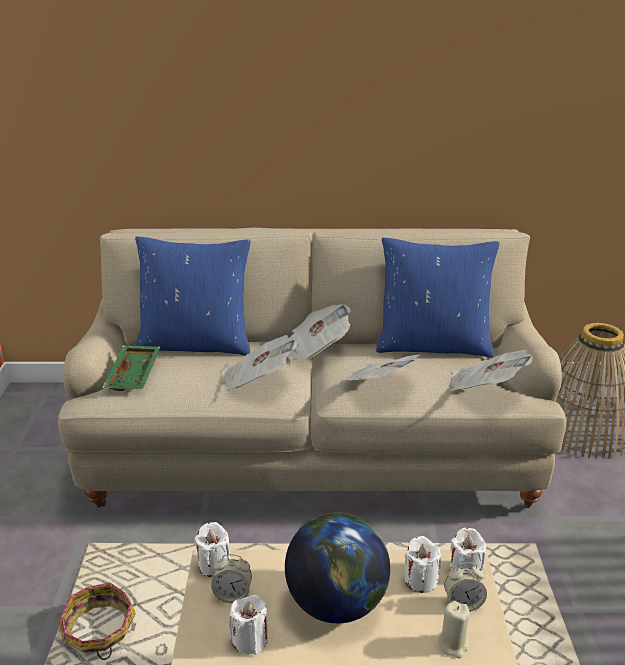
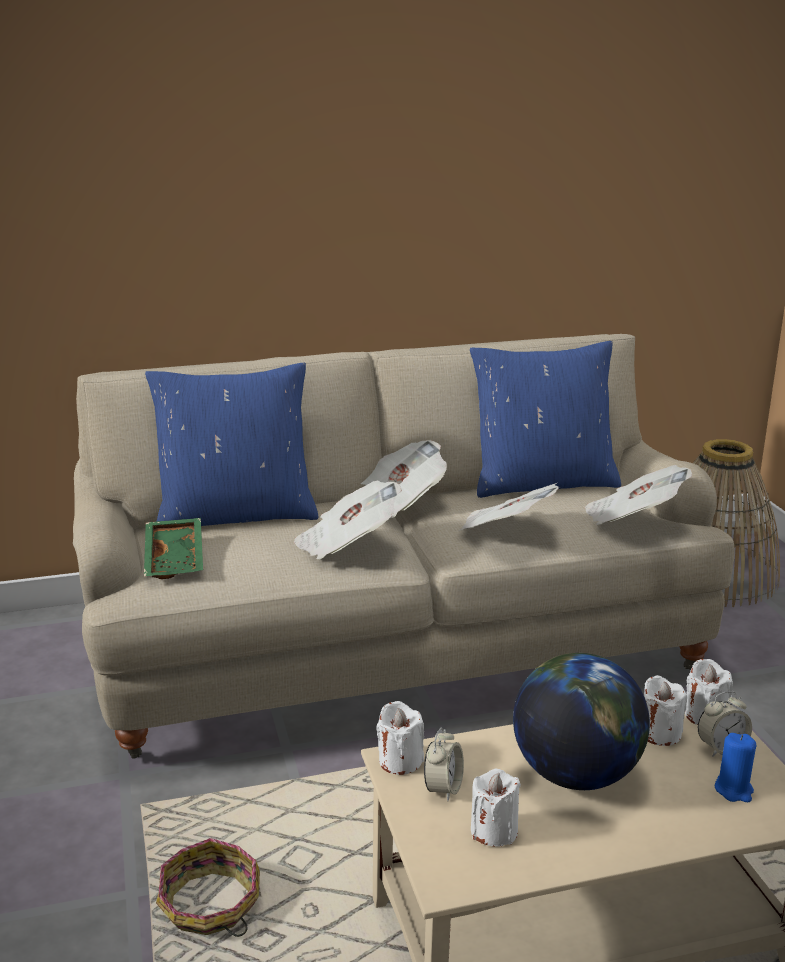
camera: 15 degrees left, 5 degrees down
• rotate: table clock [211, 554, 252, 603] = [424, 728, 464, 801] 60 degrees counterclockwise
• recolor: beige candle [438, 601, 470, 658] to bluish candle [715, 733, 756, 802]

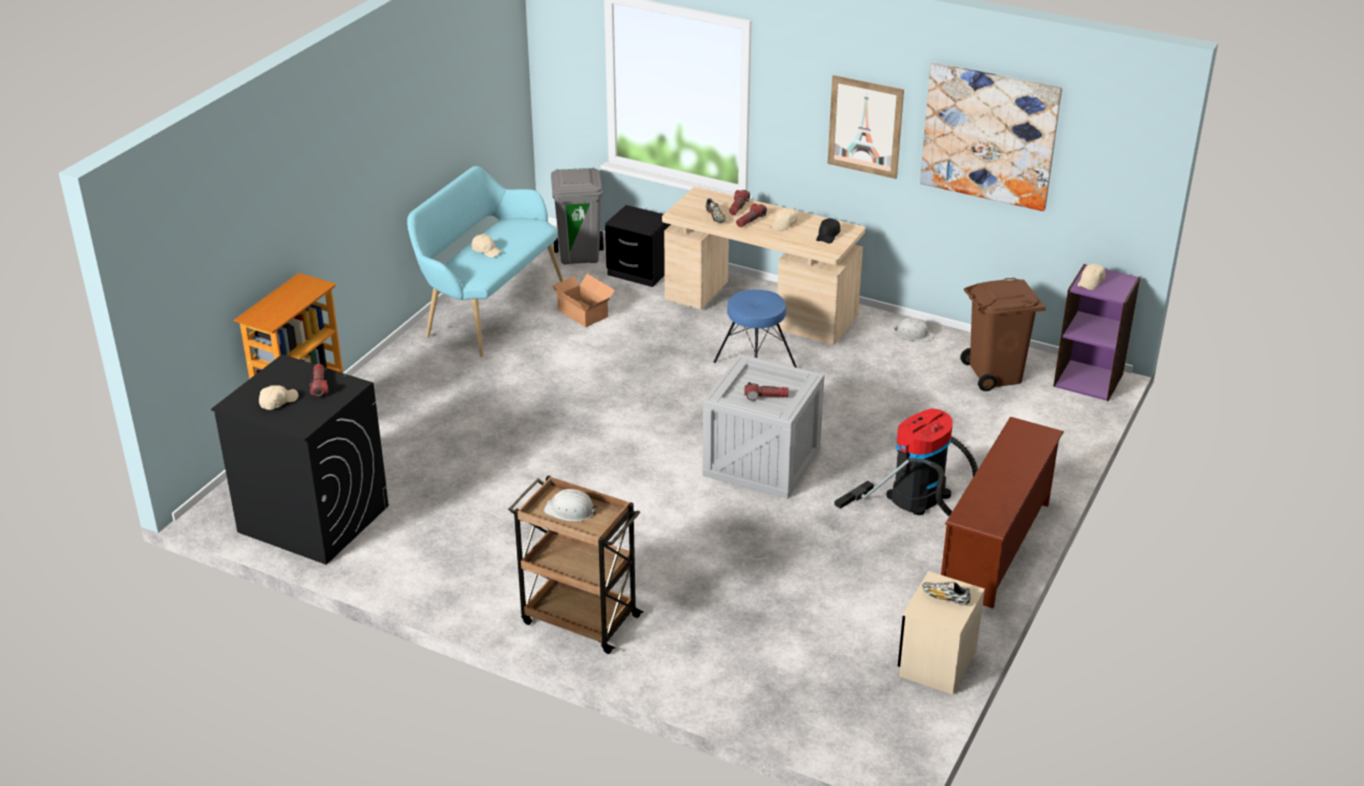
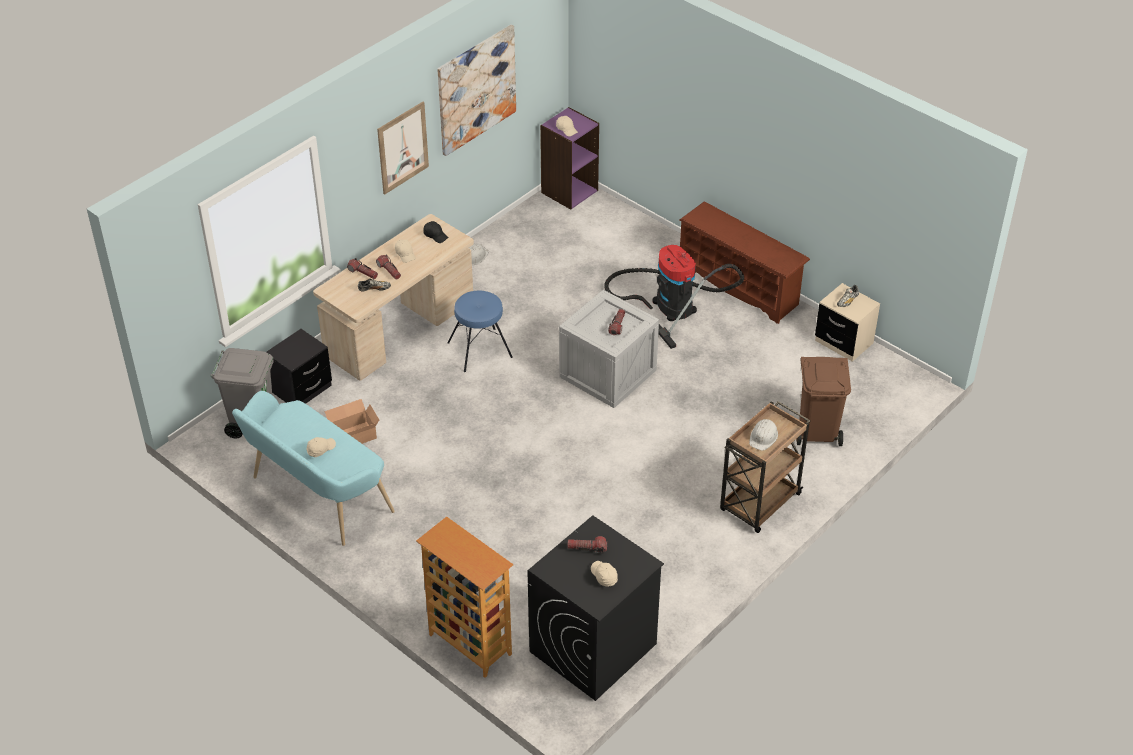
camera: 75 degrees left, 10 degrees up
• move: brown waste bin [960, 278, 1046, 391] to [796, 357, 851, 446]

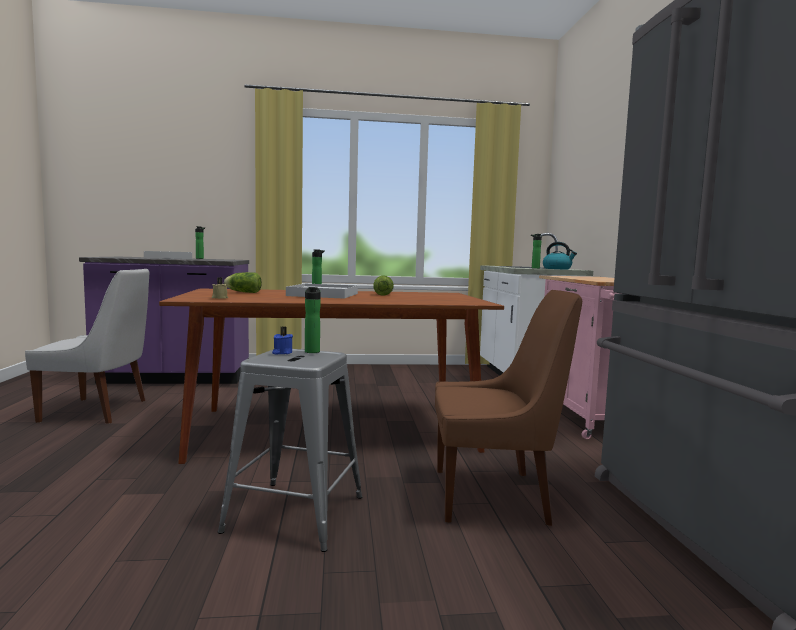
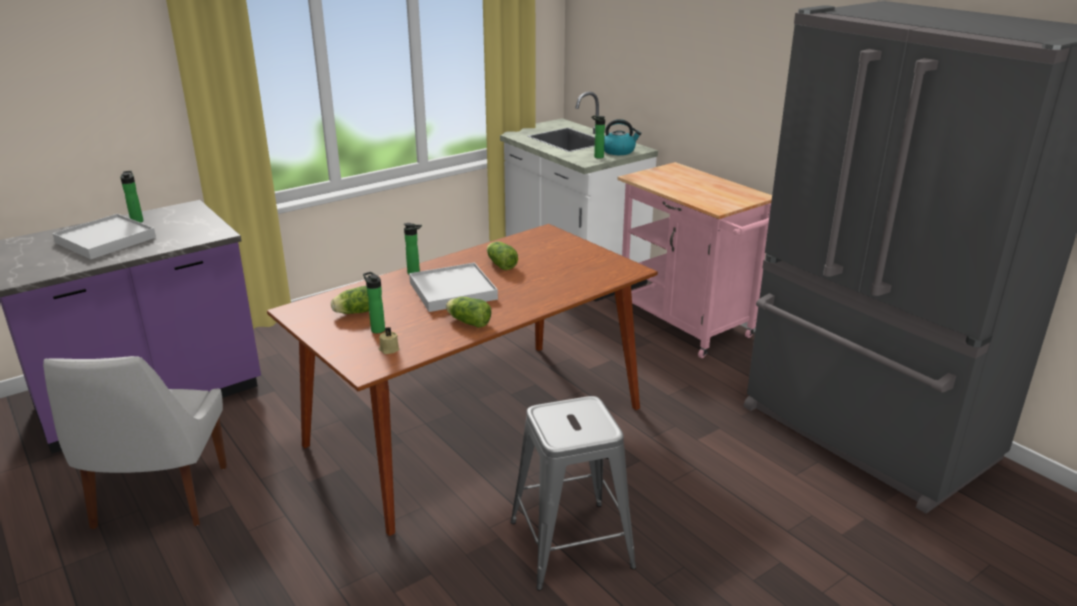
camera: 30 degrees left, 20 degrees up
• rotate: white chair [25, 269, 149, 424] = [43, 356, 227, 529] 120 degrees clockwise
• delete: bluish candle [272, 326, 293, 355]
• move: drink bottle [305, 287, 321, 353] to [363, 272, 385, 333]
• delete: brown chair [435, 290, 582, 526]
• insert: lettuce [446, 297, 492, 328]

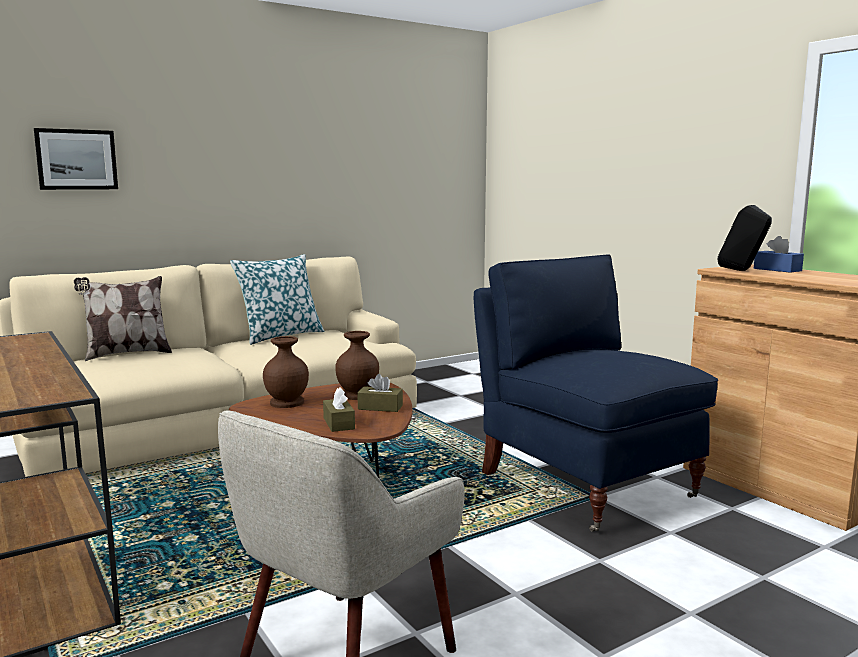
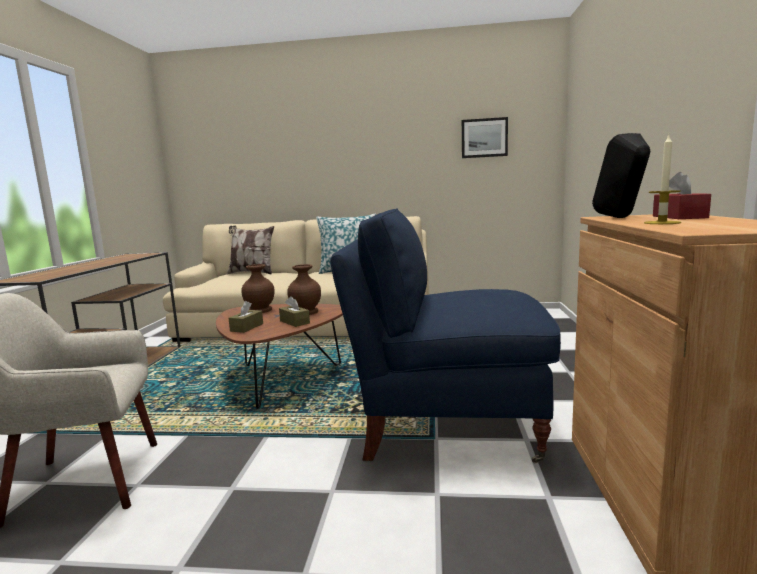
camera: 40 degrees right, 0 degrees up
• move: picture [34, 128, 118, 190] to [462, 117, 508, 158]
• rotate: bluish lounge chair [474, 254, 718, 532] = [330, 208, 561, 463] 90 degrees counterclockwise
• recolor: bluish box of tissues [754, 236, 804, 273] to red box of tissues [653, 172, 711, 219]
• insert: candle [644, 135, 681, 224]

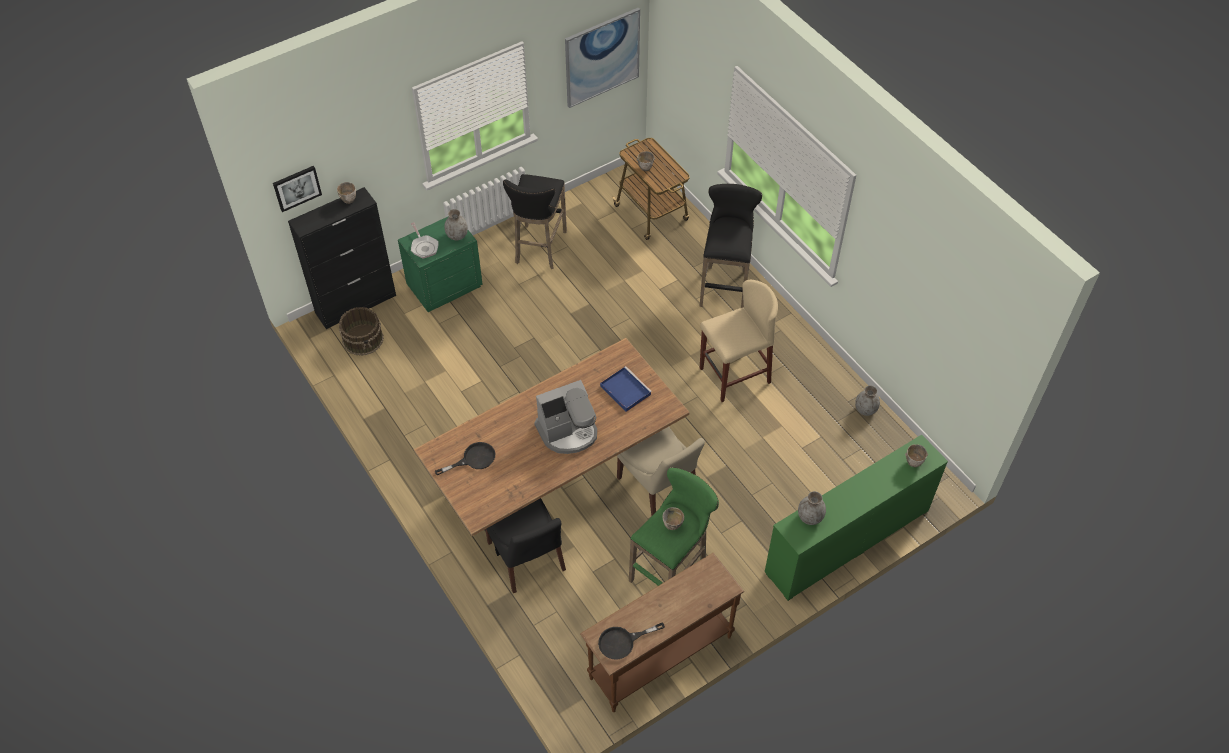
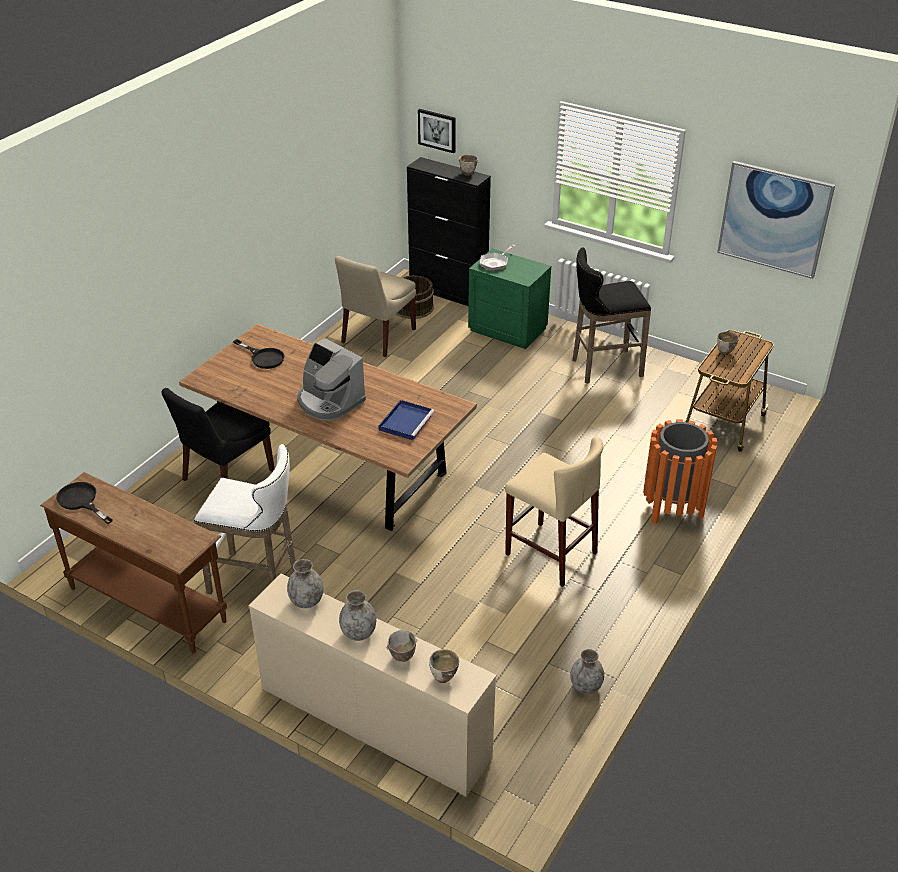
camera: 65 degrees right, 15 degrees down
• move: grey flower vase [444, 209, 468, 240] to [339, 590, 376, 641]
• move: beige chair [617, 427, 705, 516] to [335, 256, 416, 357]
• recolor: green sitting stool [629, 467, 719, 586] to white sitting stool [194, 444, 296, 594]
• move: deep dish [663, 507, 684, 530] to [386, 630, 418, 662]
• replace: blackish sitting stool [699, 184, 762, 308] to orange-coloured waste bin [643, 419, 717, 524]
• recolor: green dresser [765, 435, 948, 601] to beige dresser [248, 574, 497, 797]

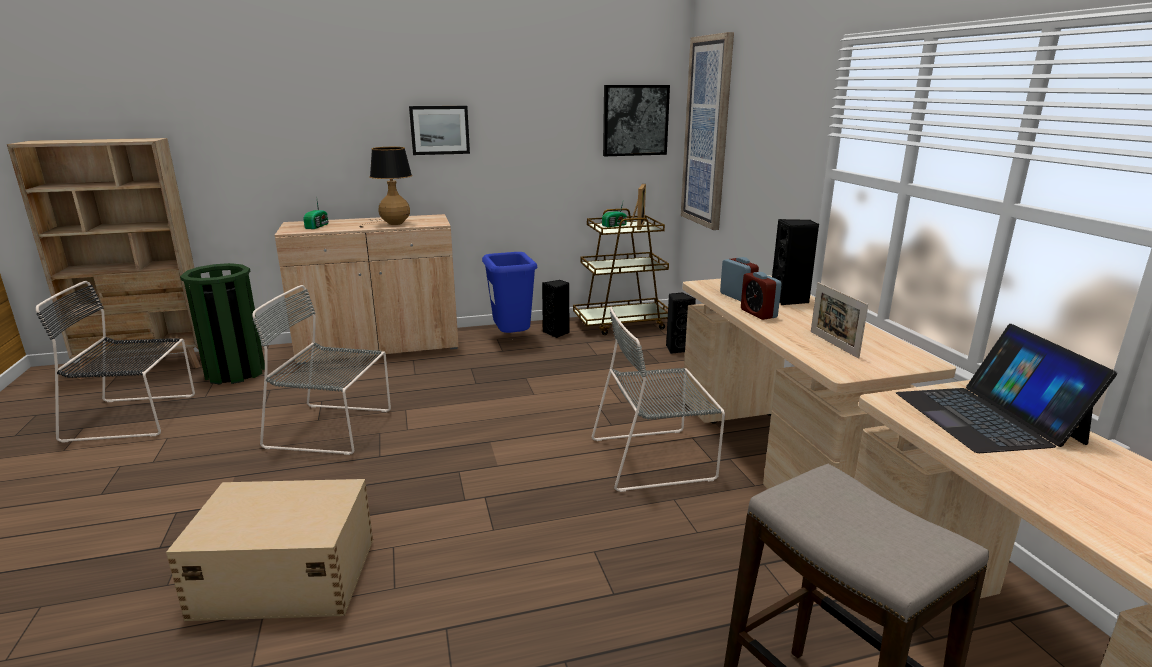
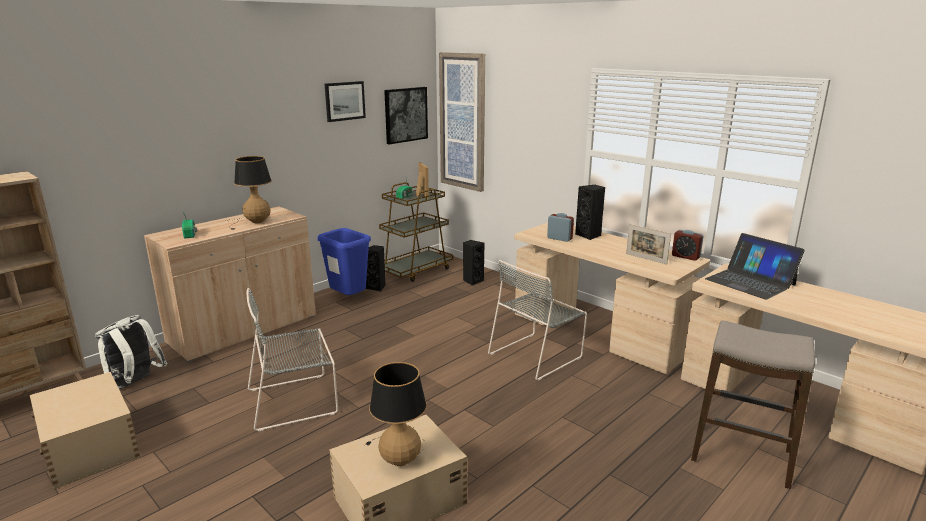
camera: 30 degrees left, 0 degrees up
• replace: blackish chair [36, 281, 195, 443] to beige storage bin [30, 372, 140, 489]
• replace: green waste bin [180, 263, 265, 384] to white rucksack [95, 315, 168, 389]
• move: picture [409, 106, 470, 155] to [325, 81, 366, 122]
• move: table clock [741, 272, 782, 320] to [672, 230, 704, 261]
• insert: table lamp [365, 362, 427, 466]

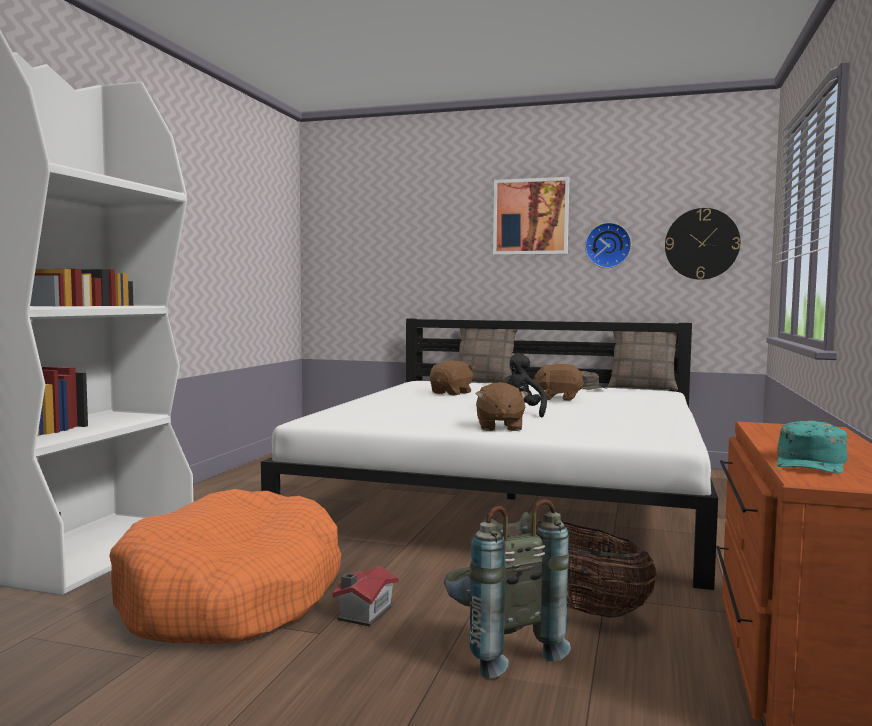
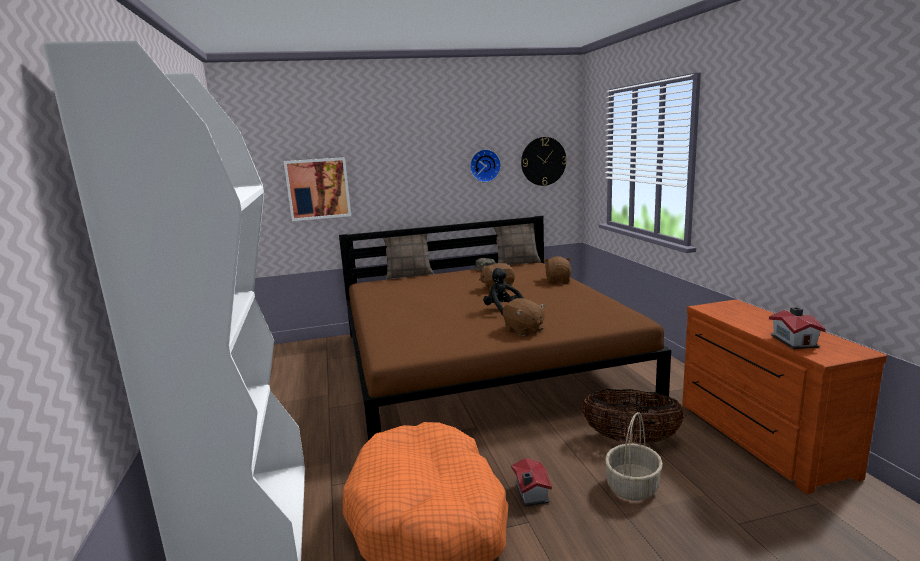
camera: 30 degrees left, 10 degrees up
• recolor: white bed [261, 319, 718, 590] to brown bed [339, 216, 671, 440]
• move: brown cuddly toy [430, 360, 475, 395] to [544, 256, 571, 283]
• replace: grey rucksack [444, 499, 571, 679] to storage basket [605, 412, 663, 501]
• move: picture [493, 177, 569, 255] to [284, 157, 351, 221]
• replace: turquoise baseball cap [776, 421, 847, 473] to miniature house [769, 307, 826, 349]

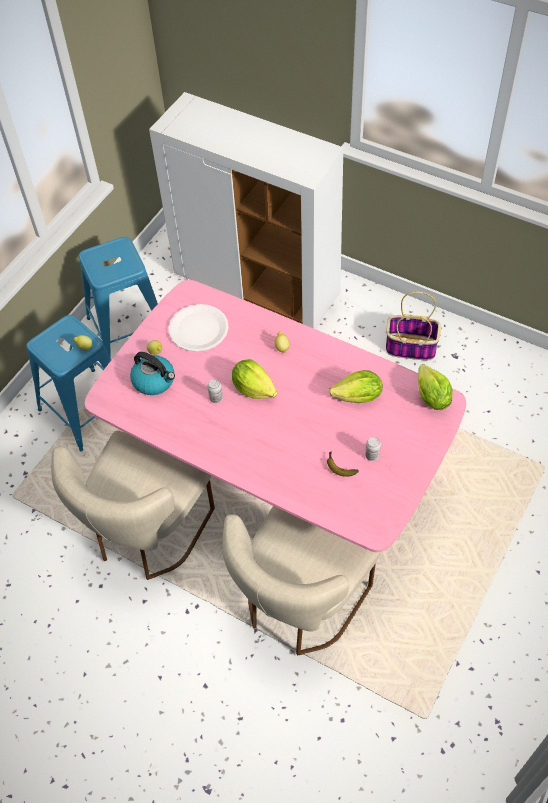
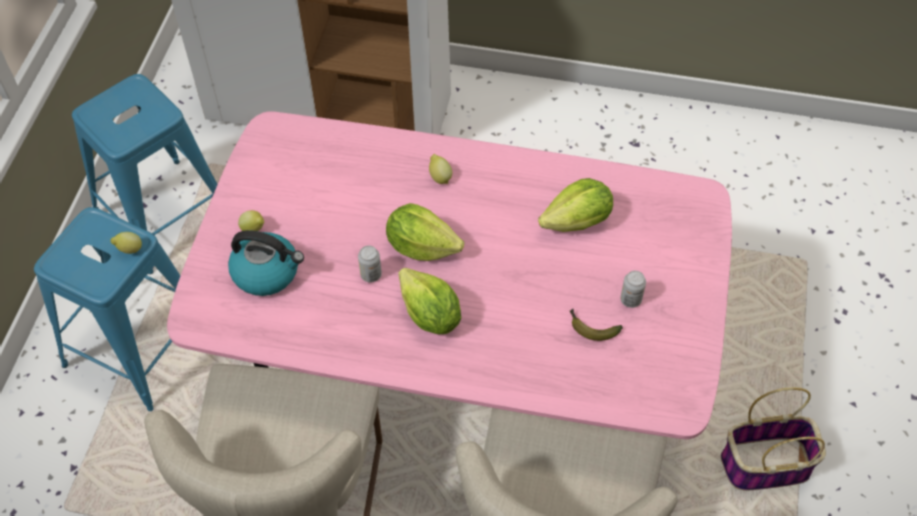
camera: 20 degrees left, 0 degrees up
• delete: white flat dish [168, 304, 229, 352]
• move: storage basket [386, 292, 441, 361] to [721, 387, 826, 490]
• move: lettuce [418, 364, 453, 410] to [398, 268, 461, 334]

